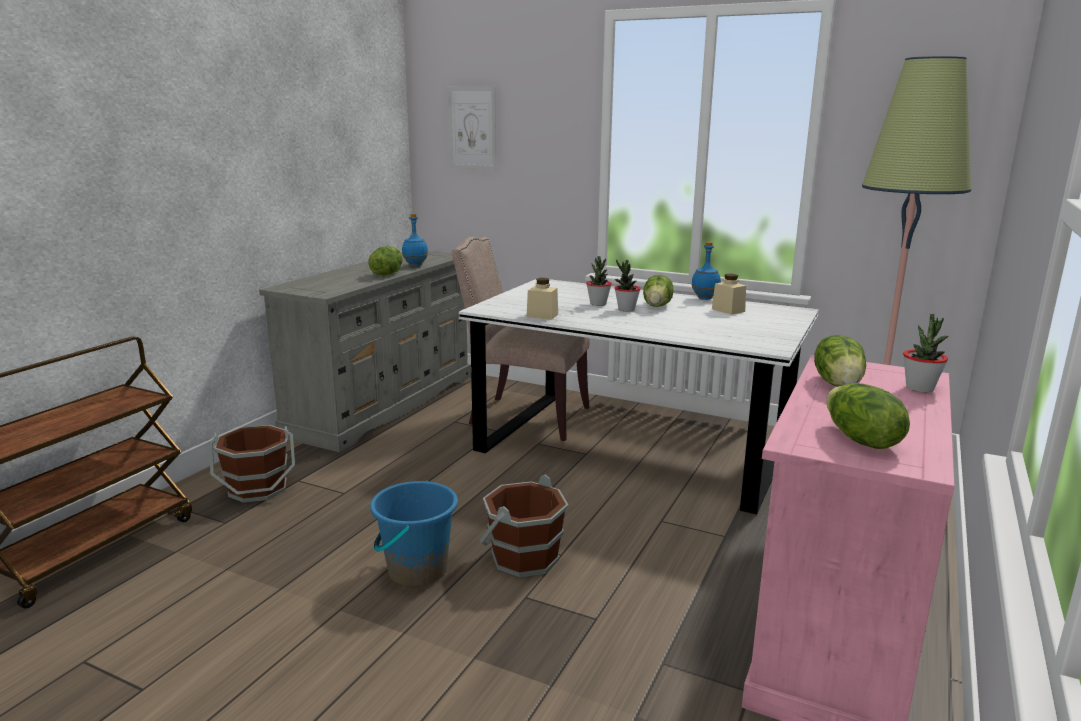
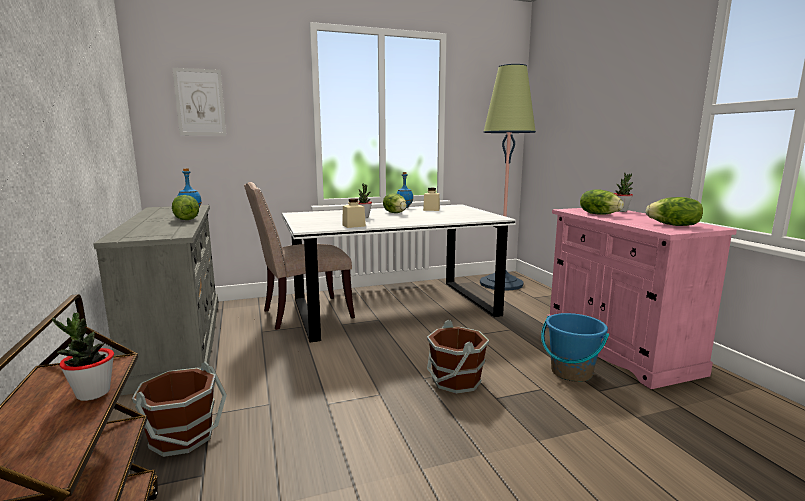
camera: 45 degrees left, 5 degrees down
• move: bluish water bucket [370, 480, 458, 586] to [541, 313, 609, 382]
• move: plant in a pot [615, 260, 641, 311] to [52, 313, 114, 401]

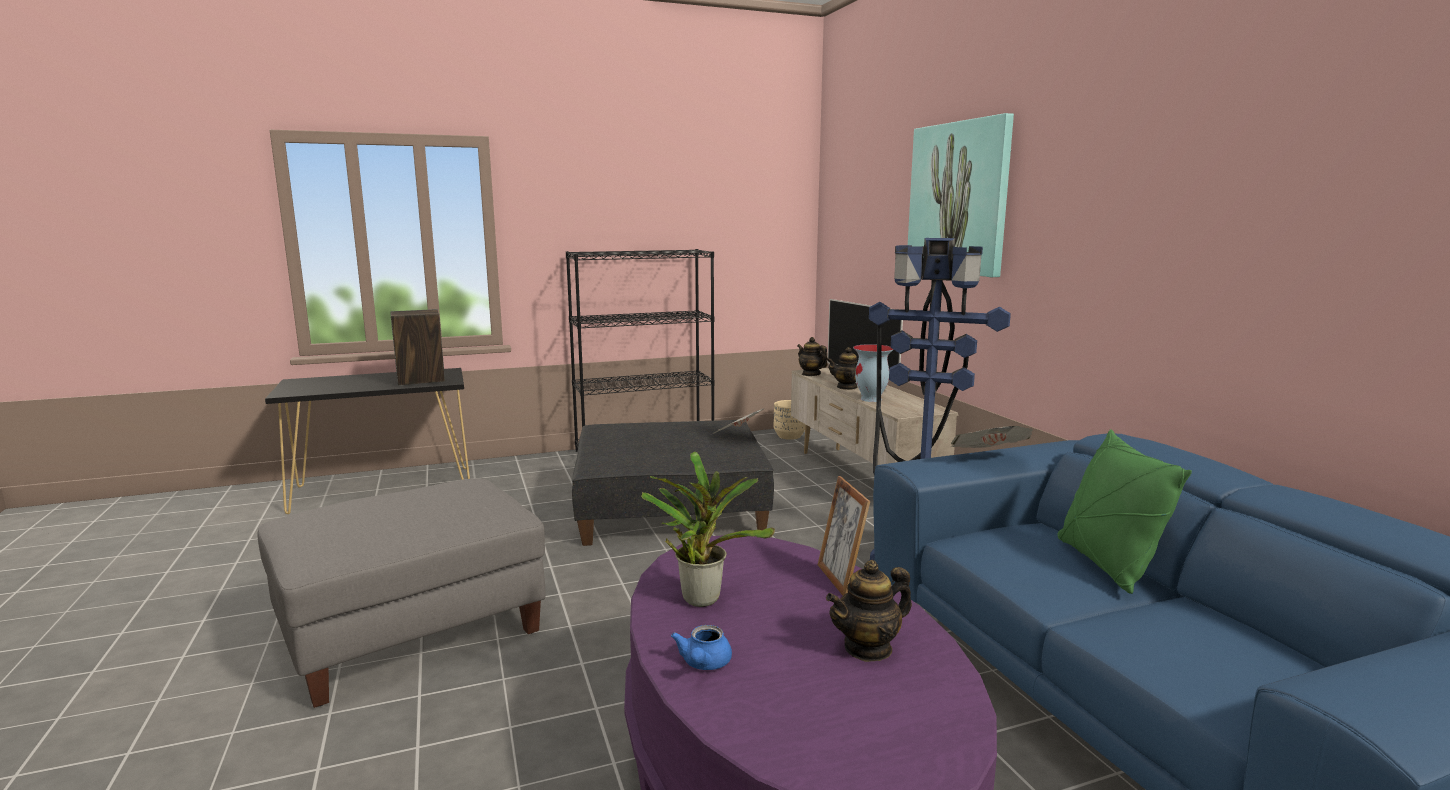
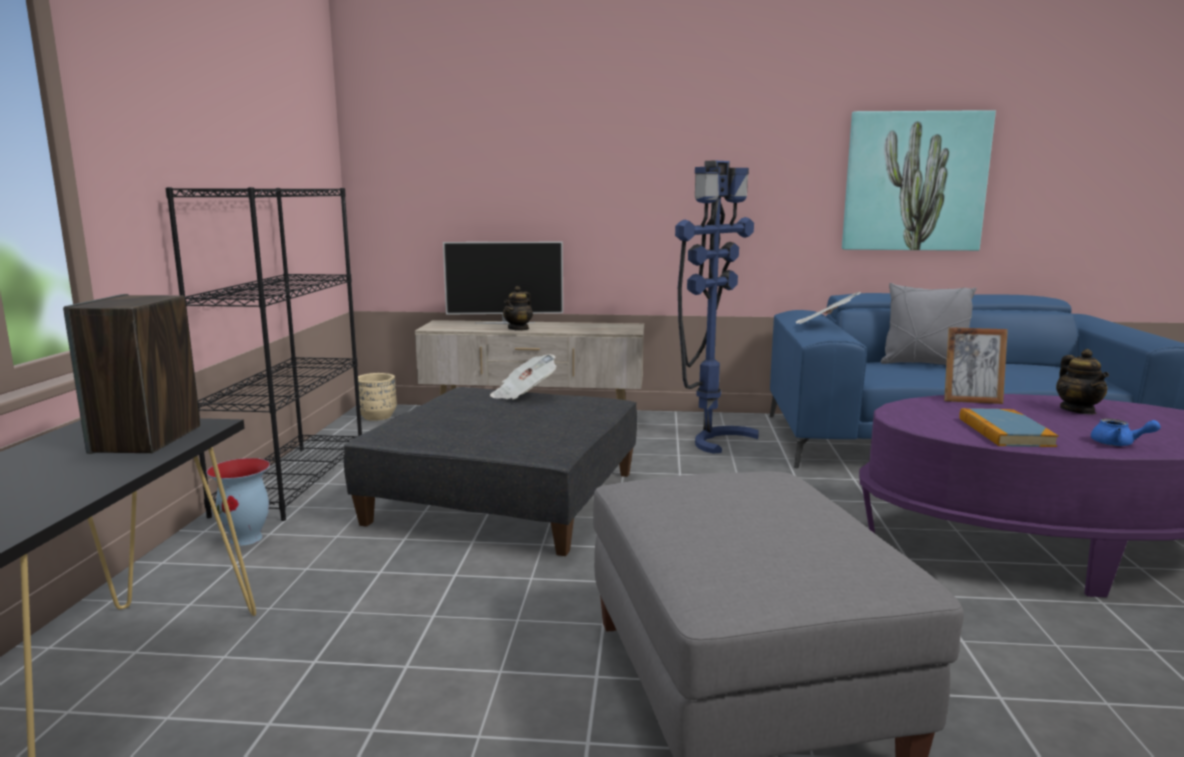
camera: 65 degrees left, 0 degrees up
• replace: plant in a pot [641, 451, 775, 607] to book [959, 408, 1059, 447]
• delete: teapot [797, 337, 827, 376]
• move: flower vase [853, 344, 894, 402] to [206, 458, 270, 545]
• move: picture [908, 113, 1014, 277] to [842, 110, 996, 251]
• recolor: green pillow [1057, 429, 1192, 594] to grey pillow [880, 283, 977, 365]

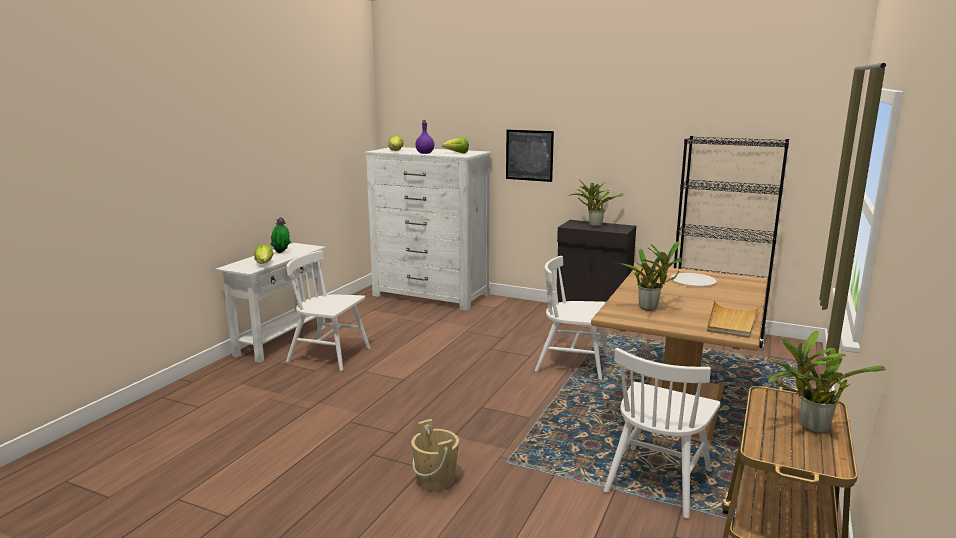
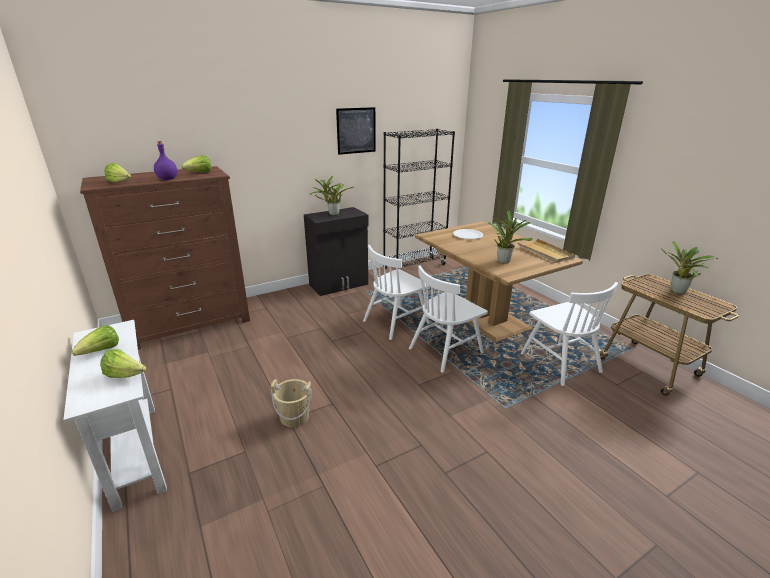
camera: 55 degrees left, 10 degrees up
• replace: plant in a pot [271, 217, 291, 253] to lettuce [71, 325, 119, 356]
• move: white chair [286, 250, 371, 371] to [409, 265, 488, 373]
• recolor: white dresser [365, 147, 491, 311] to brown dresser [80, 166, 250, 349]
• move: beige water bucket [411, 419, 459, 491] to [271, 379, 312, 427]
• move: picture [506, 130, 554, 182] to [336, 107, 376, 155]

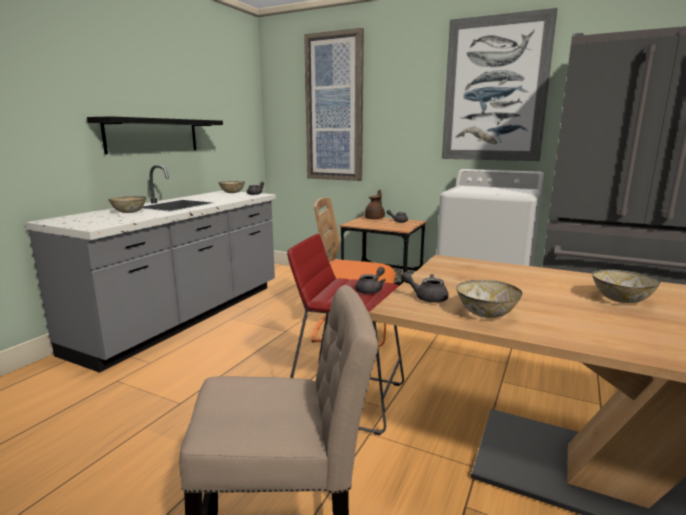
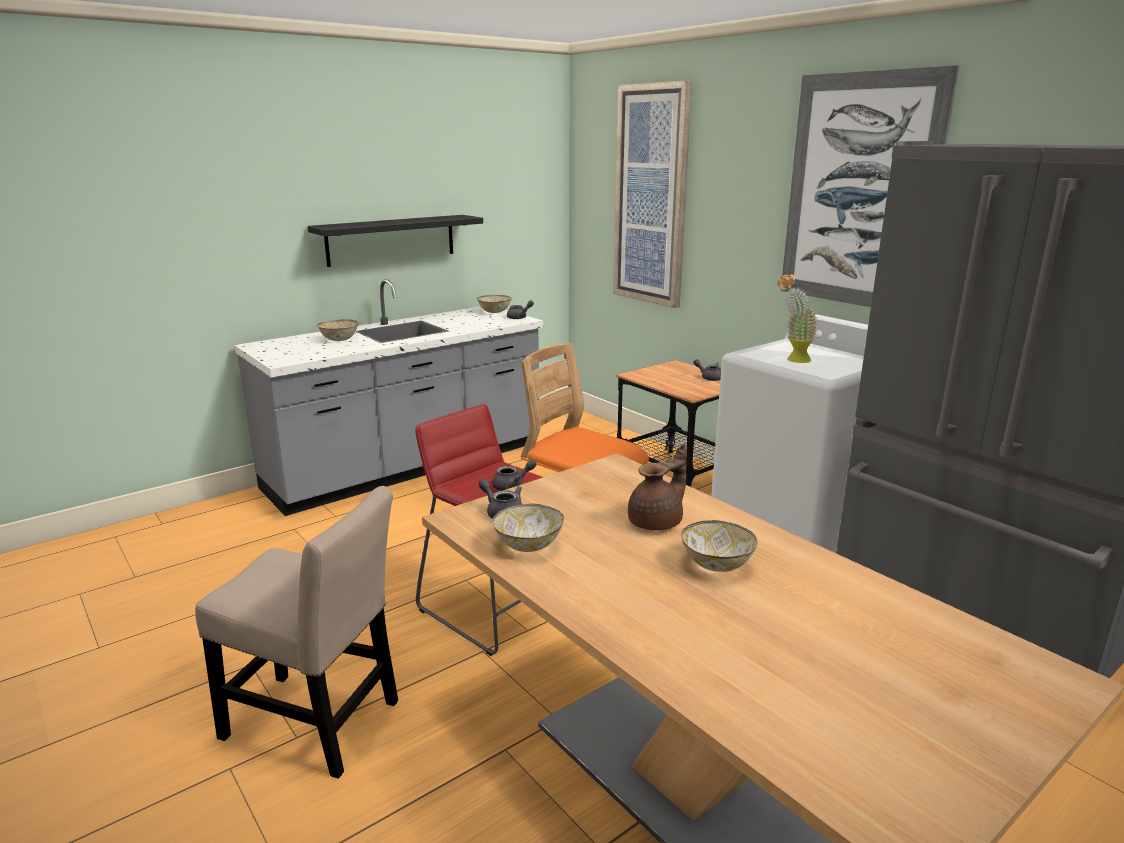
camera: 25 degrees right, 5 degrees up
• move: brown teapot [365, 190, 385, 219] to [628, 444, 687, 531]
• insert: plant in a pot [777, 274, 818, 363]

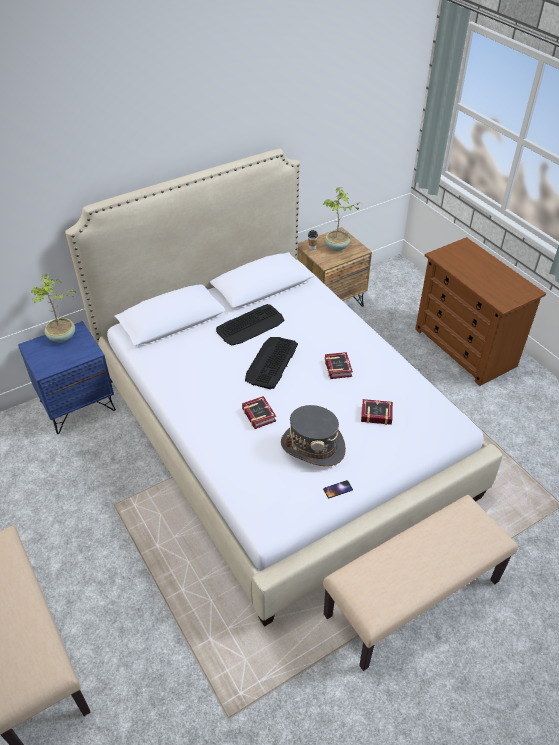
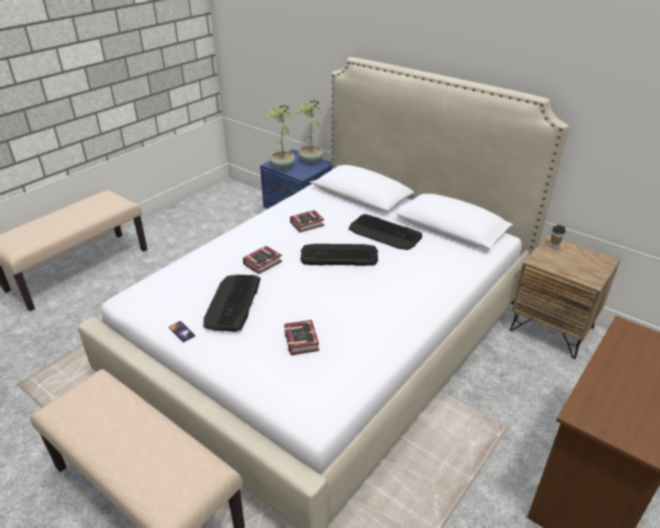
camera: 70 degrees right, 10 degrees down
• replace: grey wearable hat [281, 405, 346, 466] to keyboard [203, 274, 261, 332]
• move: plant in a pot [323, 187, 362, 251] to [263, 104, 295, 170]
• move: book [325, 352, 353, 379] to [290, 210, 324, 232]

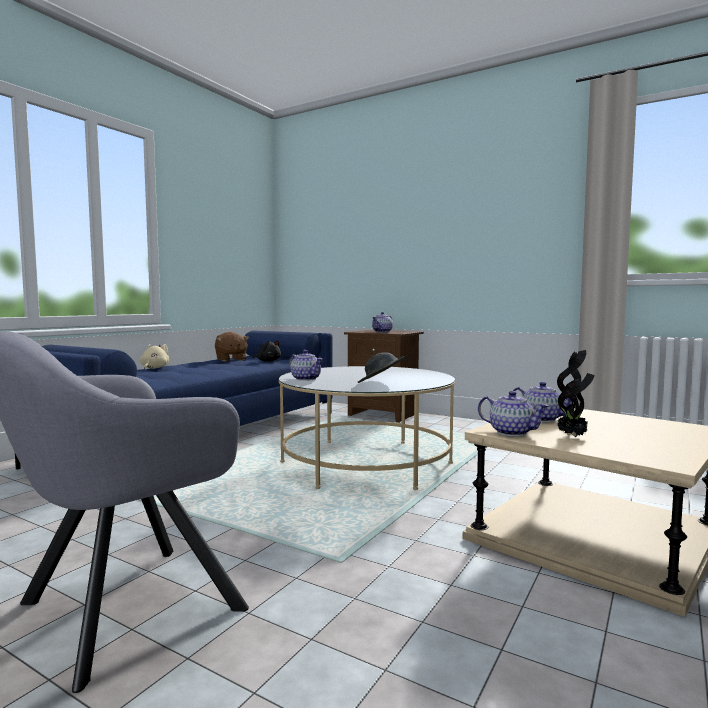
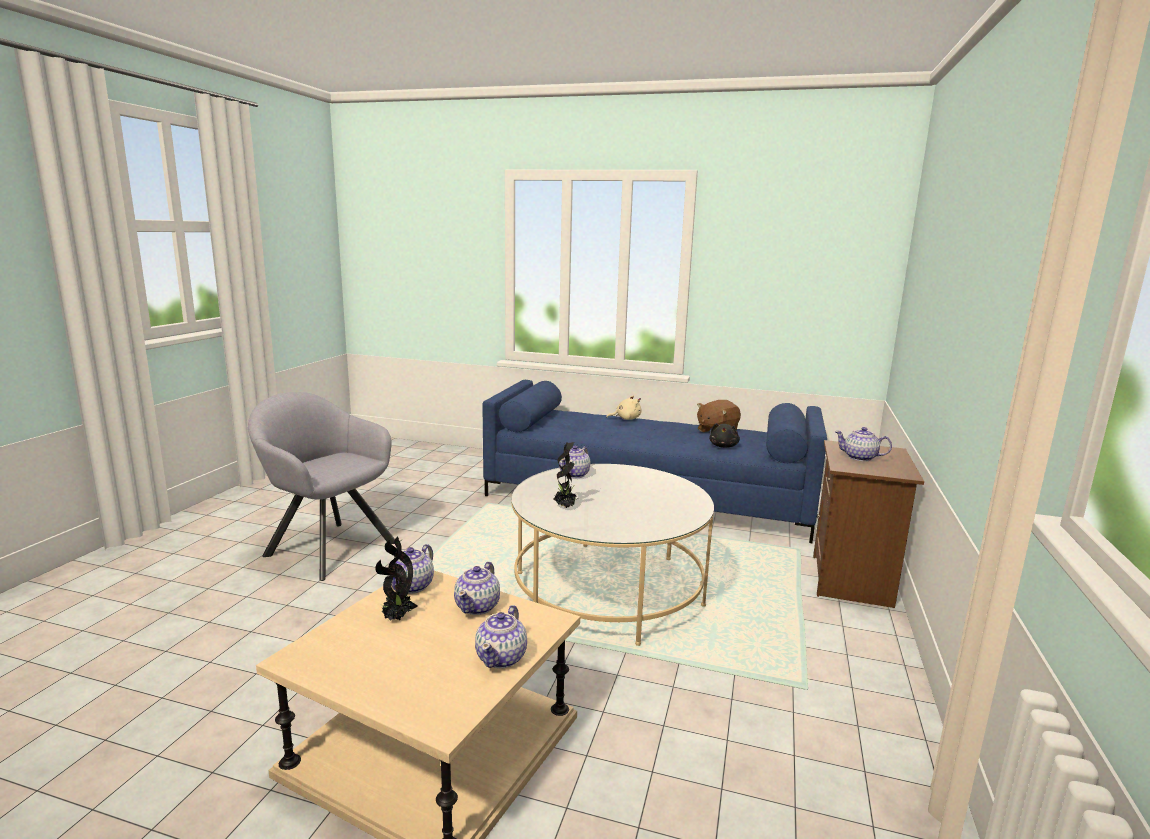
camera: 75 degrees right, 10 degrees up
• replace: grey wearable hat [358, 352, 408, 383] to plant in a pot [553, 442, 579, 508]
• insert: teapot [475, 605, 527, 668]

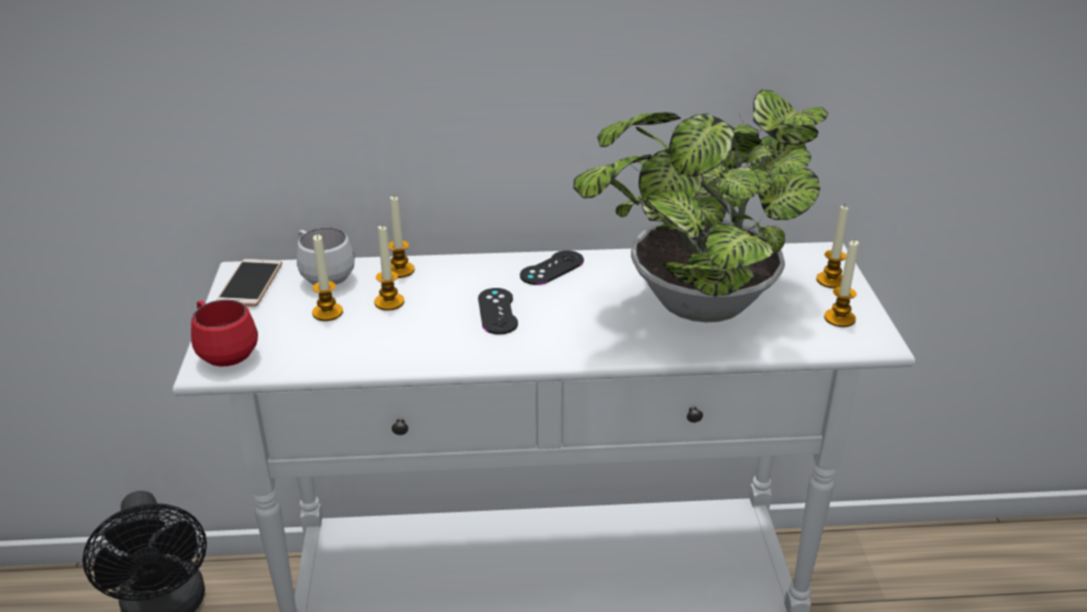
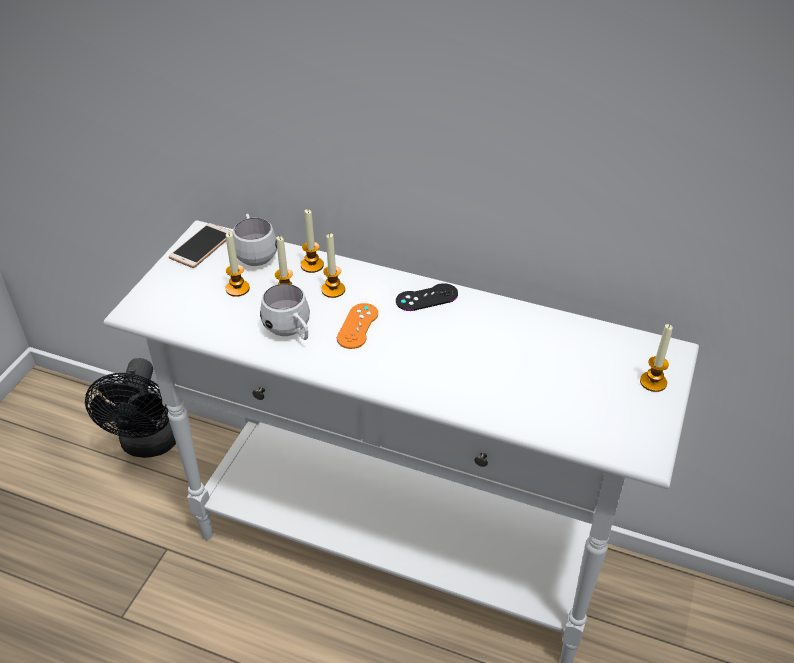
camera: 25 degrees right, 10 degrees up
• delete: red mug [191, 299, 258, 367]
• recolor: blackish joypad [478, 288, 518, 335] to orange-coloured joypad [337, 303, 378, 349]
• delete: plant in a pot [573, 90, 828, 323]
• move: candle [824, 240, 859, 327] to [321, 233, 345, 298]
• insert: white mug [260, 284, 310, 340]

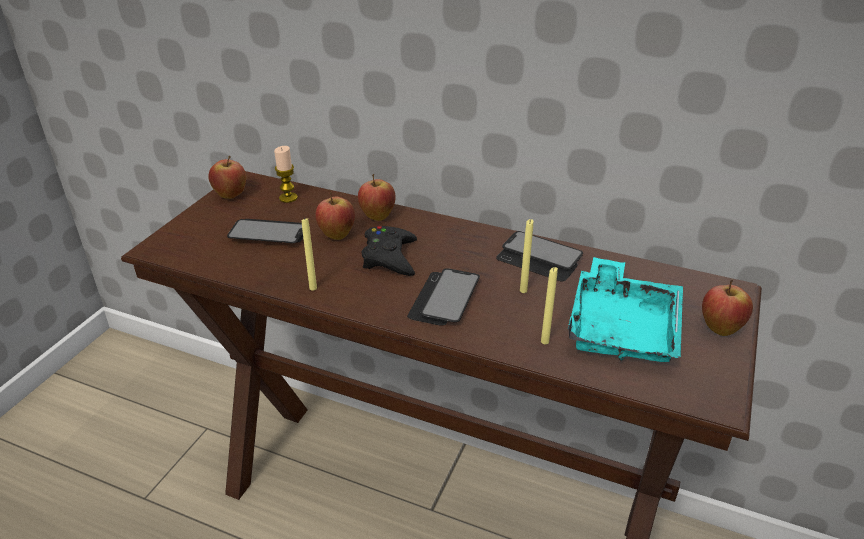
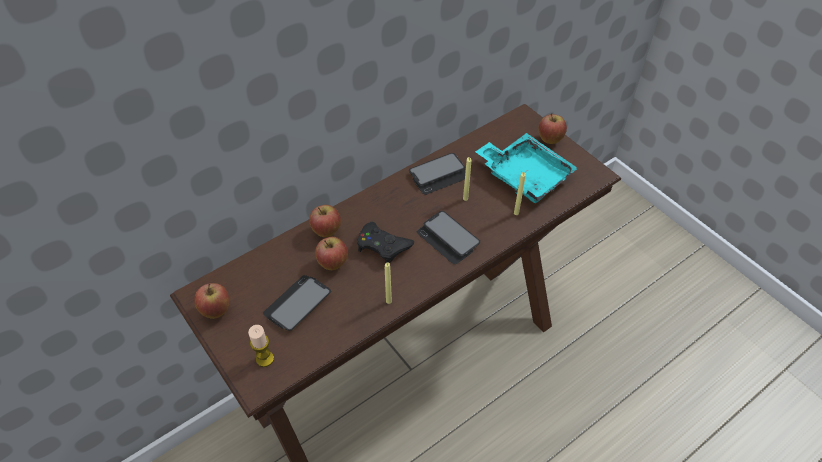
camera: 60 degrees left, 15 degrees up
• move: candle [274, 146, 298, 203] to [248, 325, 274, 367]

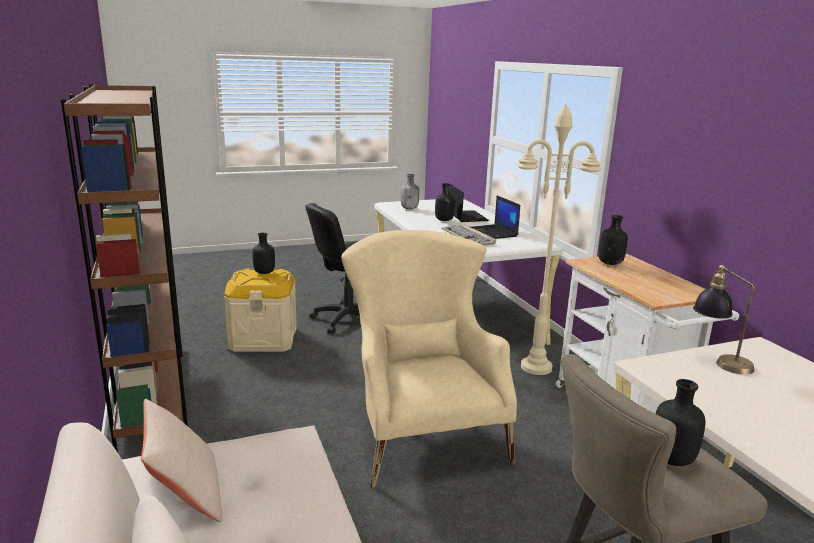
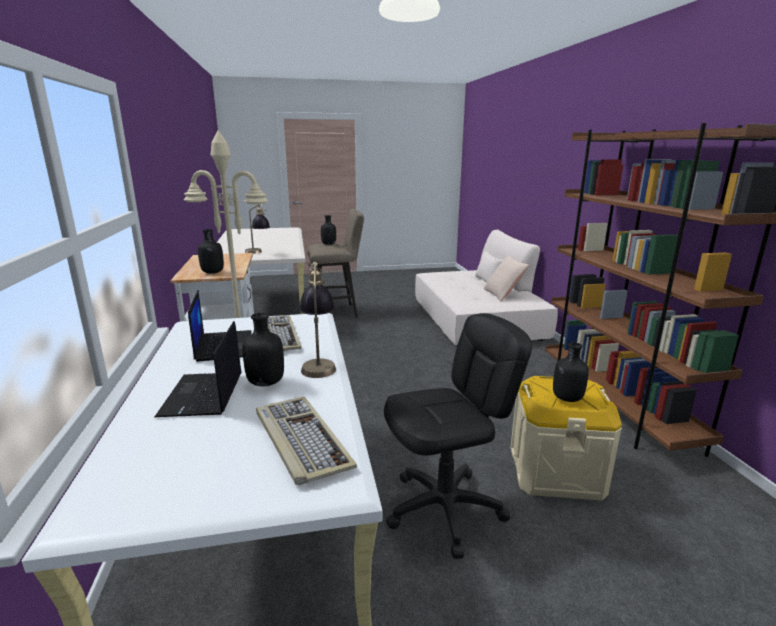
camera: 170 degrees left, 0 degrees up
• delete: beige lounge chair [341, 230, 517, 487]
• replace: grey drink bottle [401, 174, 419, 209] to keyboard [256, 397, 357, 485]
• insert: table lamp [299, 262, 336, 378]

